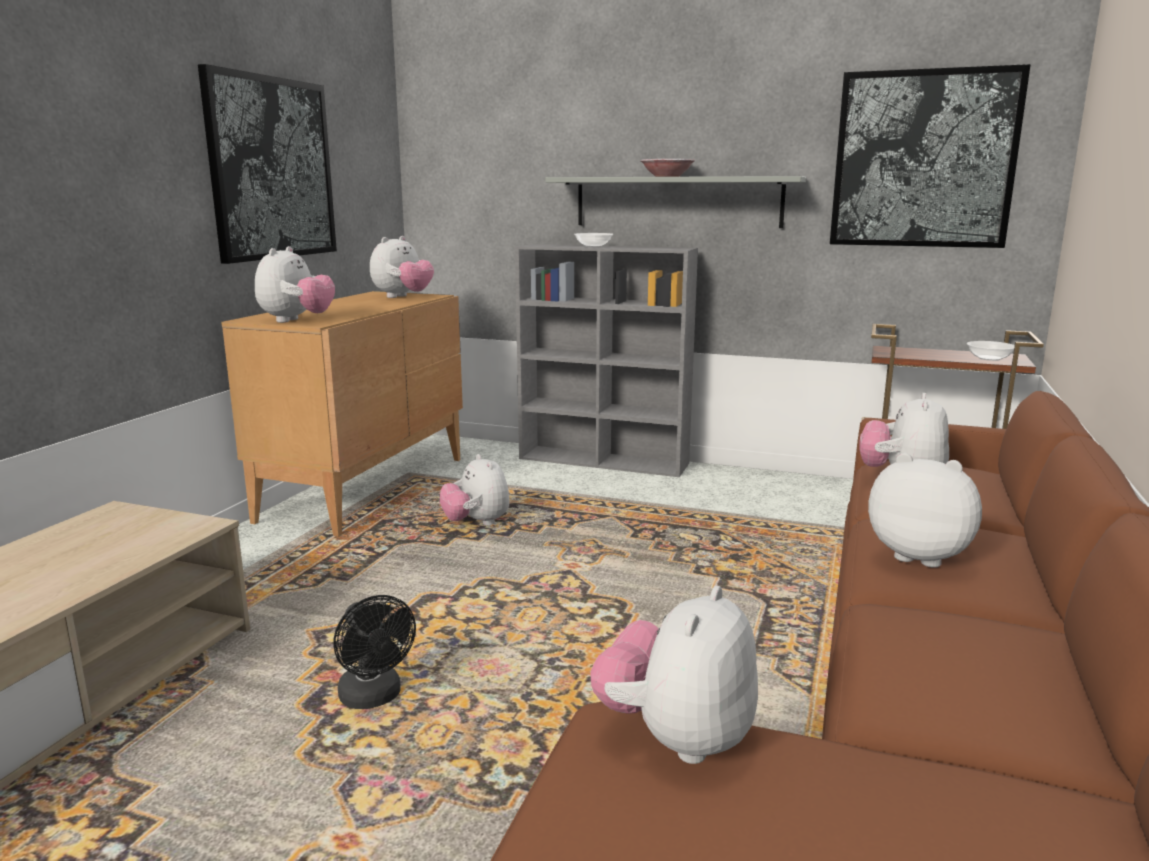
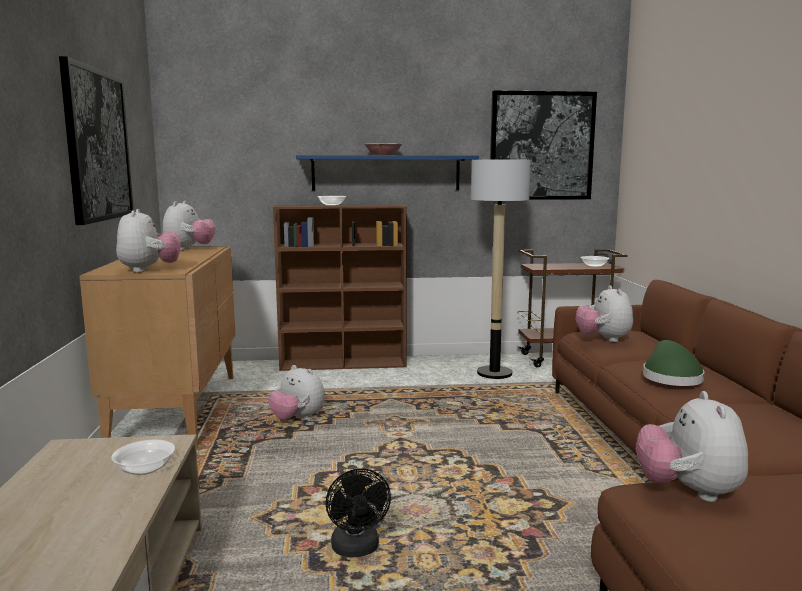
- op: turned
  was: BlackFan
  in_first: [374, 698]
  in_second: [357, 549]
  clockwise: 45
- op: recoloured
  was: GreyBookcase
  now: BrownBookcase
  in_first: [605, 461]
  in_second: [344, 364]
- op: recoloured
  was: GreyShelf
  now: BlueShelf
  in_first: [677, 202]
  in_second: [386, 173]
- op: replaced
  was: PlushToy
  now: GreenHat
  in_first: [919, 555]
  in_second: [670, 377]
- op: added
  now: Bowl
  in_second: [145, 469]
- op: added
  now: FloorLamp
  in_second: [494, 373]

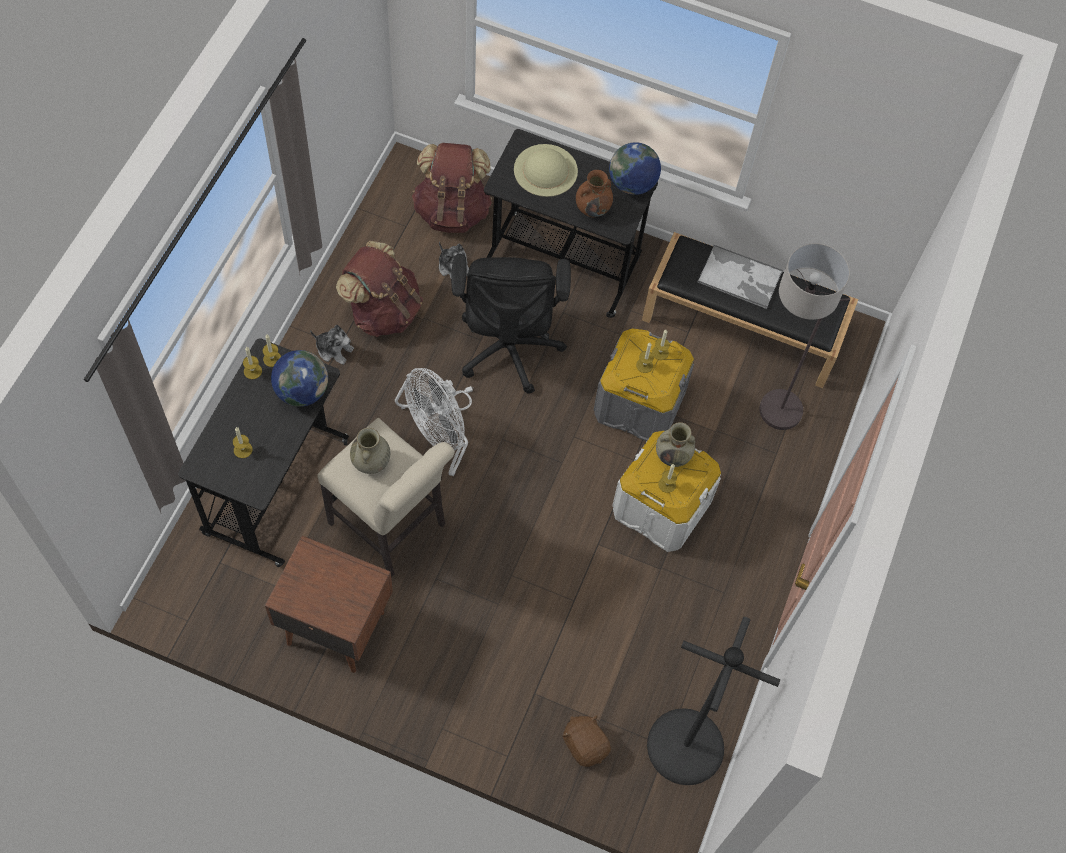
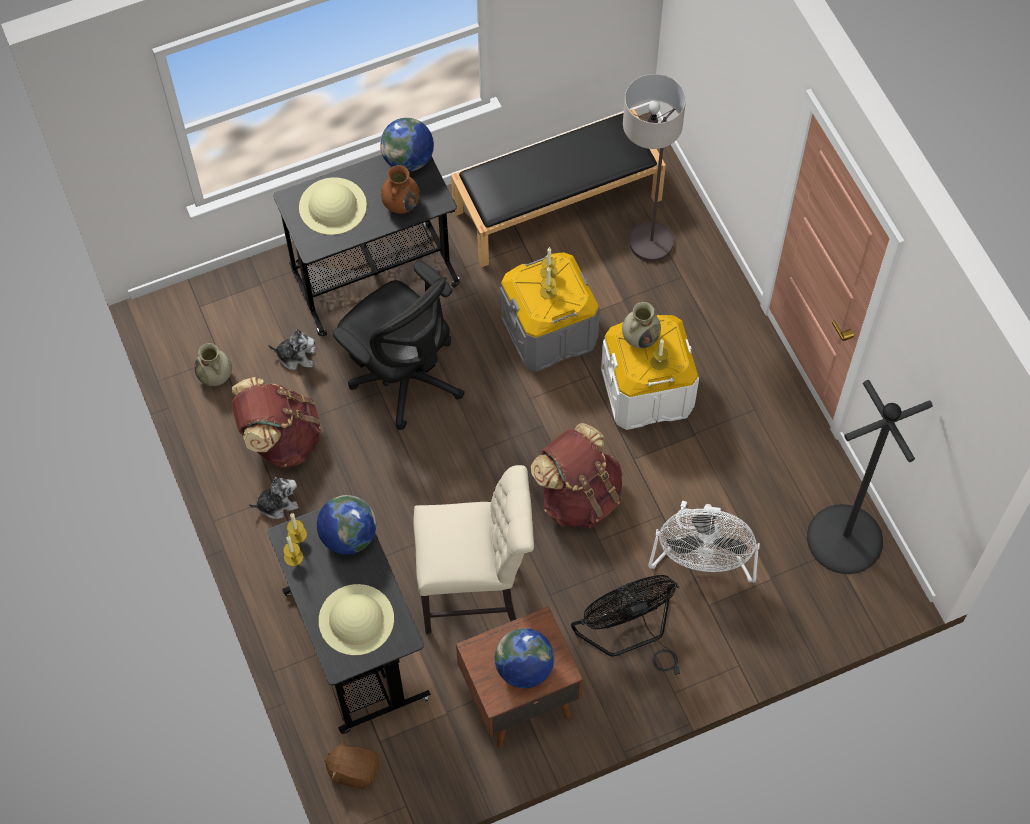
- op: replaced
  was: Candle
  now: BeigeHat
  in_first: [243, 449]
  in_second: [356, 619]
- op: moved
  was: BeigeVase
  in_first: [371, 462]
  in_second: [216, 376]
- op: moved
  was: WhiteFan
  in_first: [441, 428]
  in_second: [699, 554]
- op: moved
  was: BrownBackpack
  in_first: [452, 210]
  in_second: [579, 496]
- op: moved
  was: BrownPlushToy
  in_first: [585, 744]
  in_second: [353, 770]
- op: removed
  was: Tray
  in_first: [740, 277]
- op: added
  now: Globe
  in_second: [524, 668]
- op: added
  now: BlackFan
  in_second: [634, 633]

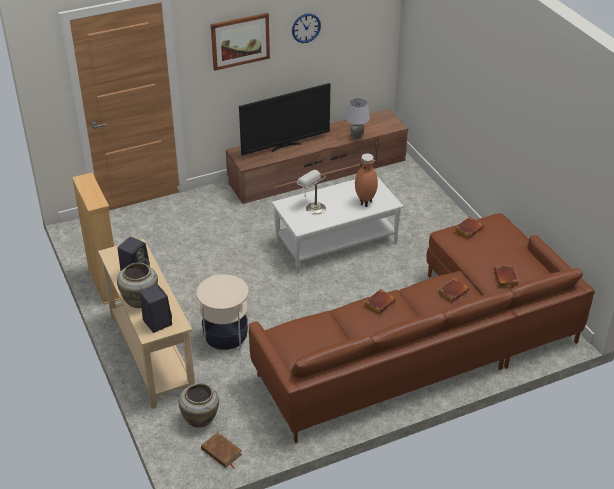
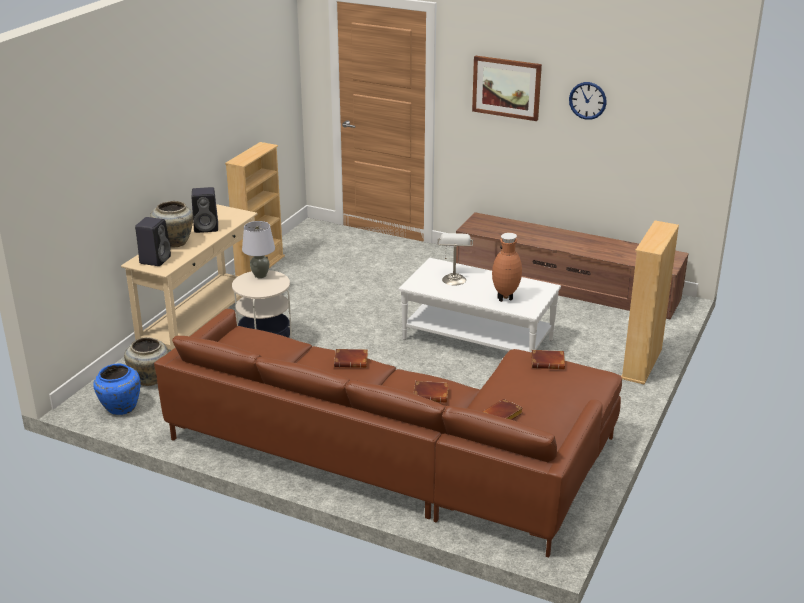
- op: replaced
  was: BrownBook
  now: BlueVase
  in_first: [221, 452]
  in_second: [120, 407]
- op: removed
  was: Television
  in_first: [285, 146]
- op: moved
  was: GreyTableLamp
  in_first: [356, 137]
  in_second: [260, 275]
- op: added
  now: BeigeBookcase
  in_second: [641, 364]

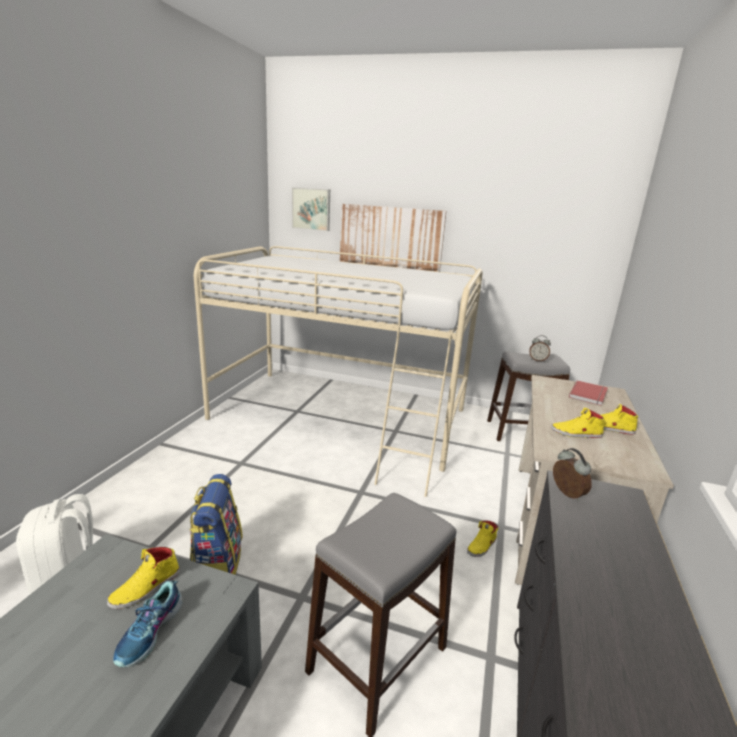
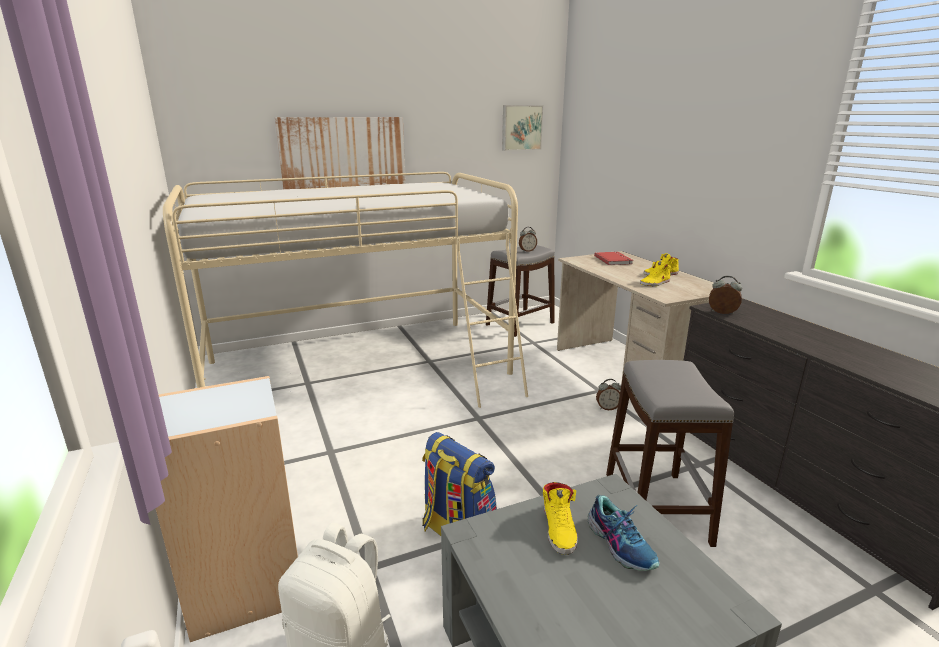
- op: moved
  was: Picture
  in_first: [311, 209]
  in_second: [521, 127]
- op: replaced
  was: YellowShoe
  now: AlarmClock
  in_first: [482, 546]
  in_second: [607, 408]
- op: added
  now: Bookcase
  in_second: [245, 588]

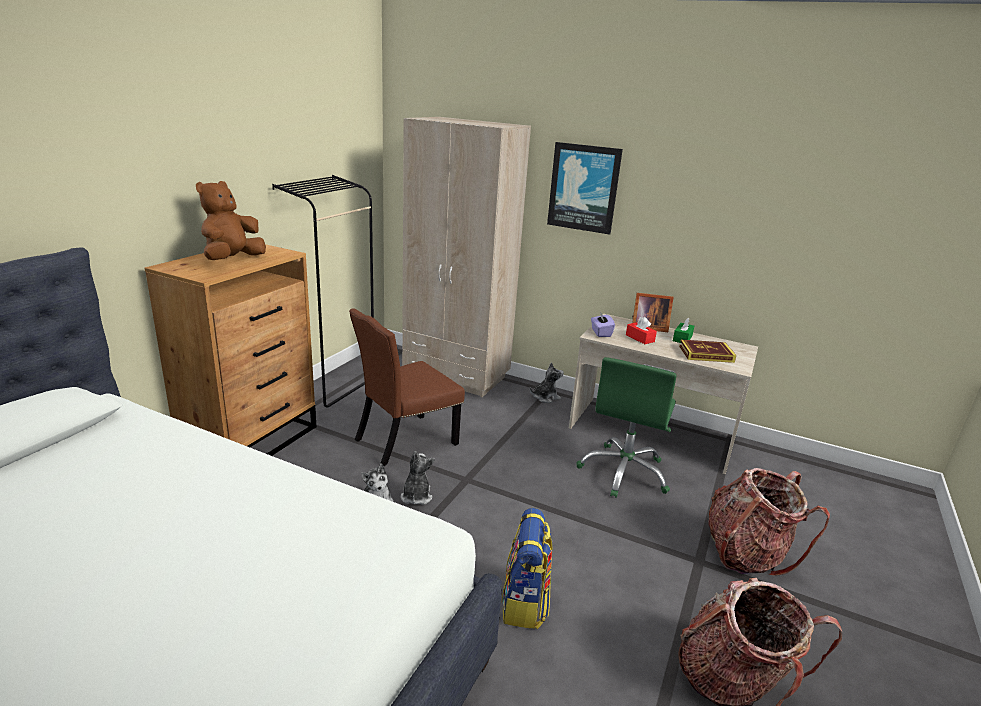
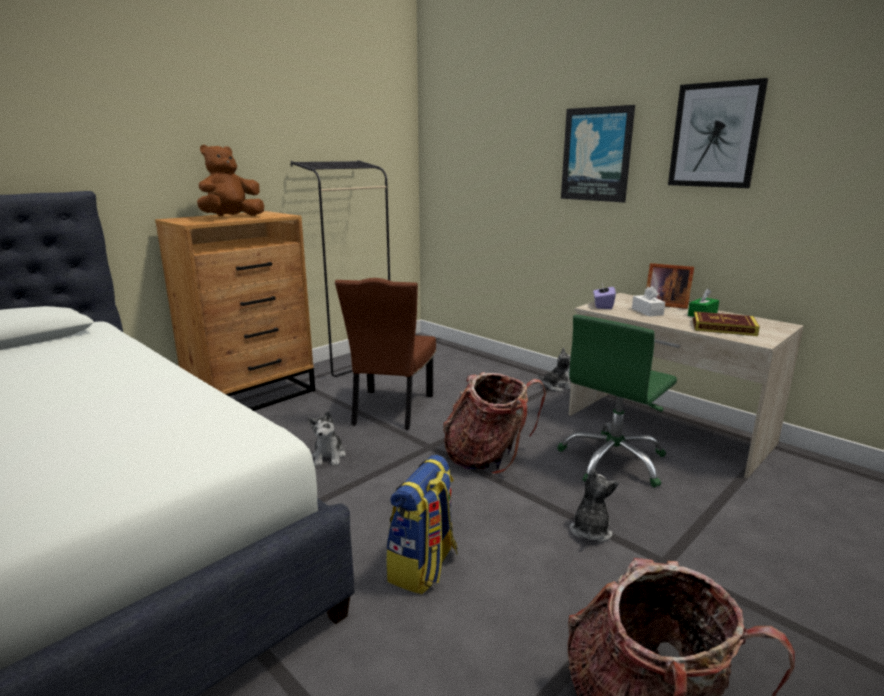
- op: turned
  was: BrownChair
  in_first: [407, 440]
  in_second: [391, 408]
  clockwise: -60
- op: moved
  was: PlushToy
  in_first: [416, 496]
  in_second: [590, 530]
- op: removed
  was: BeigeWardrobe
  in_first: [457, 376]
- op: recoloured
  was: RedTissueBox
  now: WhiteTissueBox
  in_first: [640, 338]
  in_second: [647, 312]
- op: moved
  was: Backpack
  in_first: [746, 553]
  in_second: [488, 457]
- op: added
  now: Picture
  in_second: [715, 135]

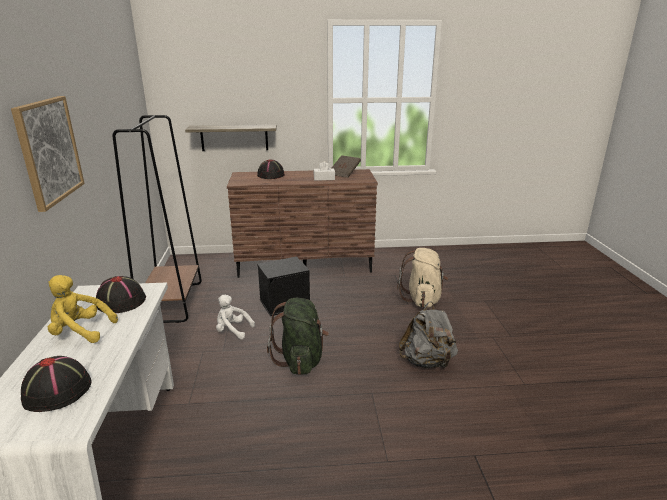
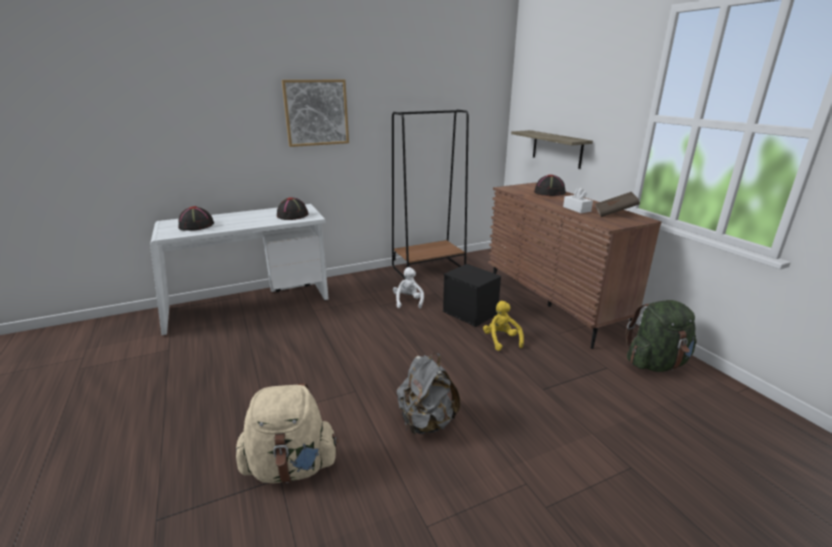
- op: moved
  was: YellowPlushToy
  in_first: [80, 332]
  in_second: [501, 340]
- op: moved
  was: GreenBackpack
  in_first: [300, 360]
  in_second: [655, 363]
- op: moved
  was: BeigeBackpack
  in_first: [422, 299]
  in_second: [291, 467]

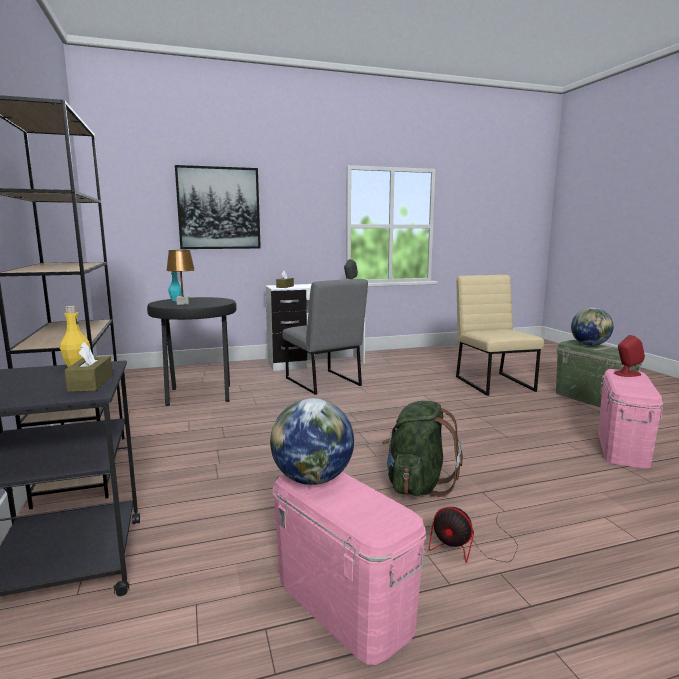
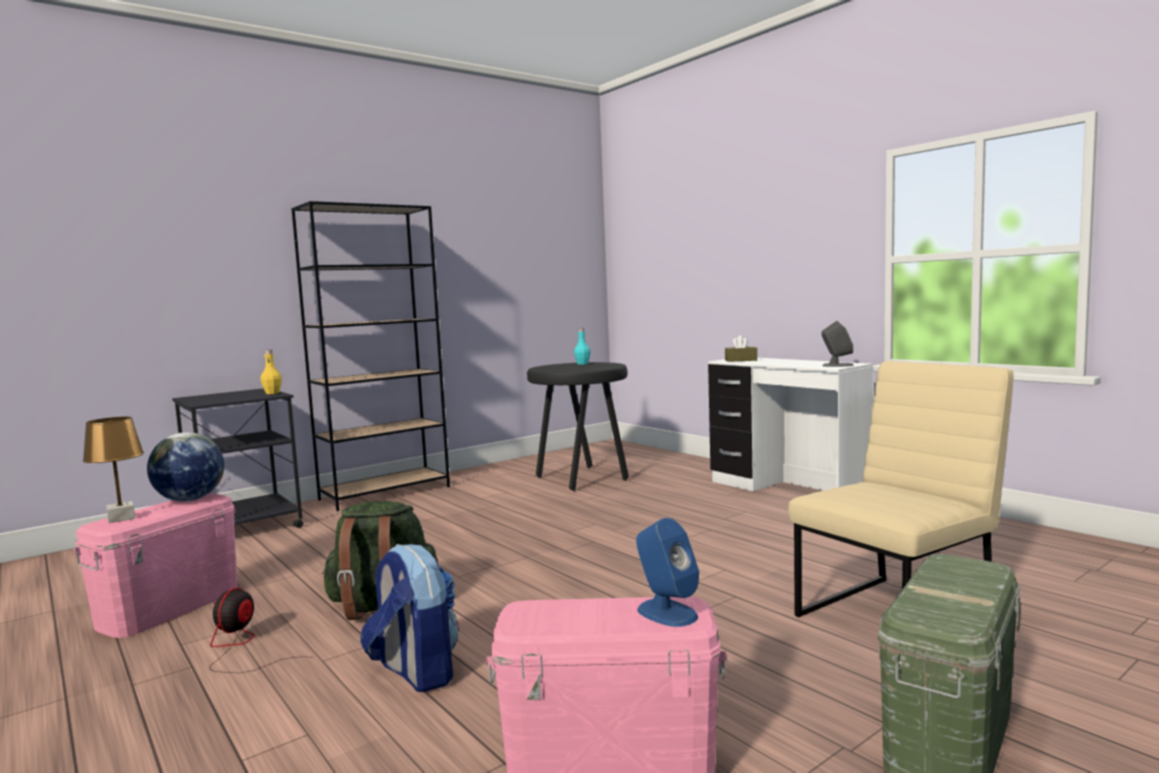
- op: removed
  was: BrownTissueBox
  in_first: [91, 383]
- op: moved
  was: BrownTableLamp
  in_first: [182, 303]
  in_second: [122, 518]
- op: removed
  was: Picture
  in_first: [219, 208]
- op: removed
  was: GreyChair
  in_first: [323, 382]
- op: removed
  was: Globe
  in_first: [590, 345]
- op: recoloured
  was: RedSpeaker
  now: BlueSpeaker
  in_first: [627, 374]
  in_second: [666, 612]
- op: added
  now: Backpack
  in_second: [415, 672]

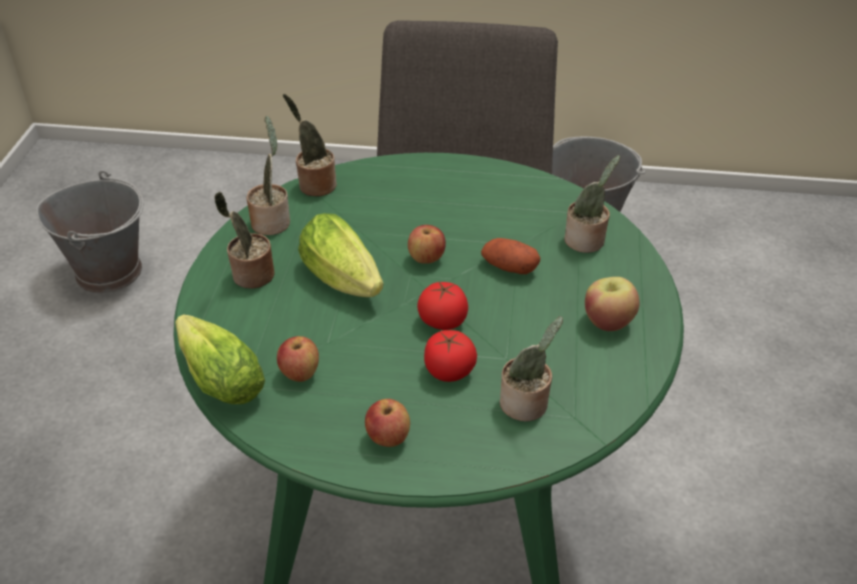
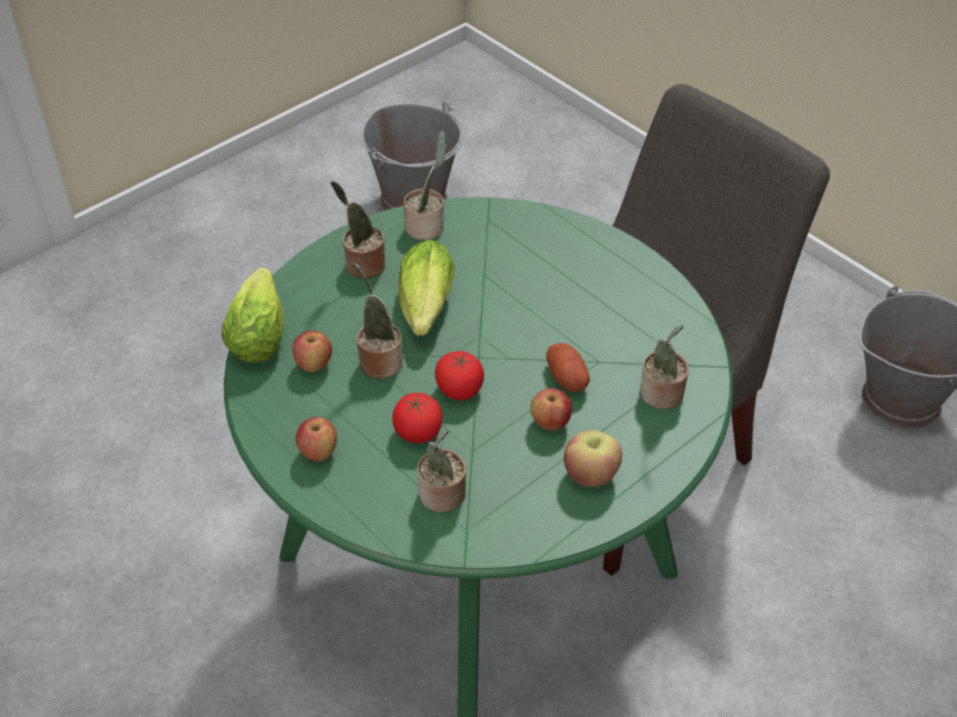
- op: moved
  was: PottedPlant
  in_first: [314, 185]
  in_second: [378, 361]
- op: moved
  was: Apple
  in_first: [426, 258]
  in_second: [550, 422]

